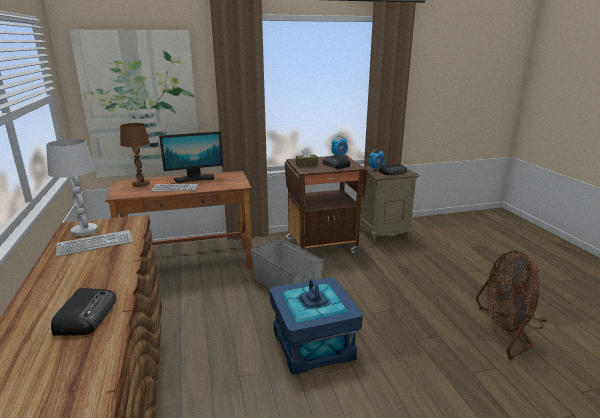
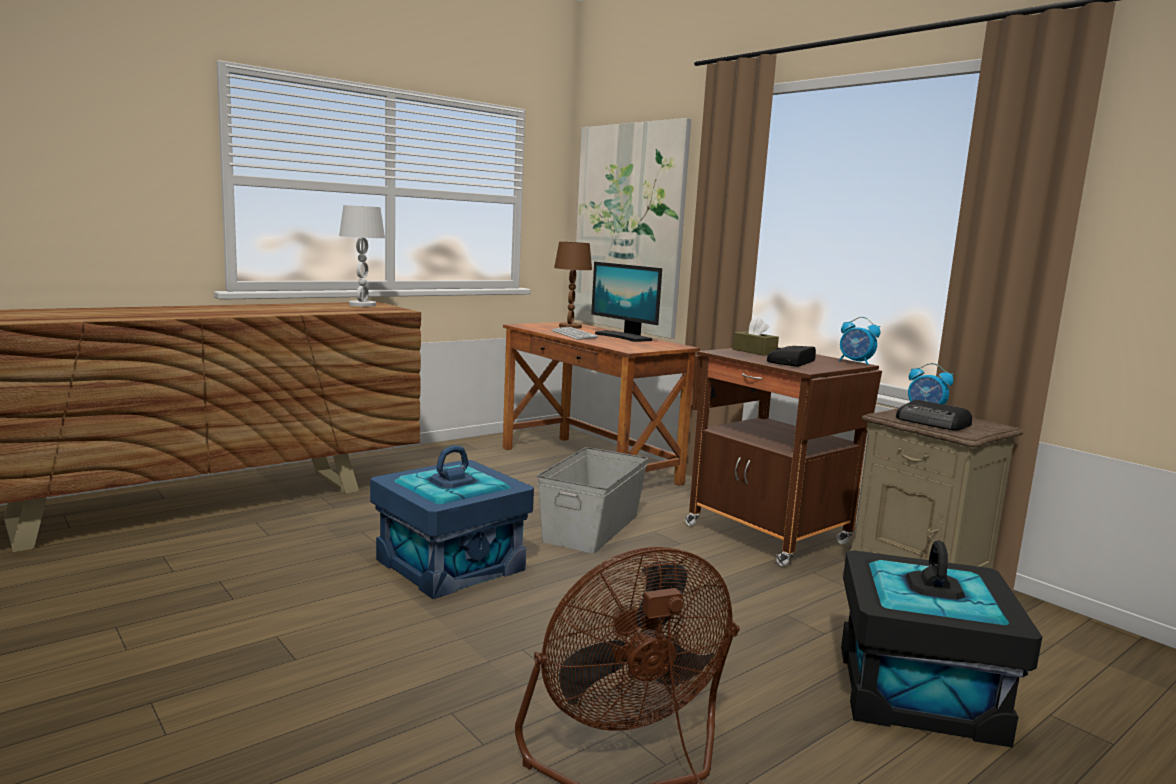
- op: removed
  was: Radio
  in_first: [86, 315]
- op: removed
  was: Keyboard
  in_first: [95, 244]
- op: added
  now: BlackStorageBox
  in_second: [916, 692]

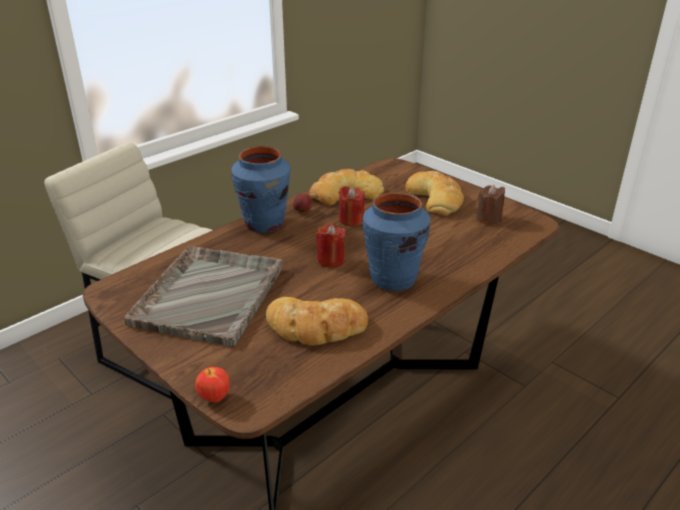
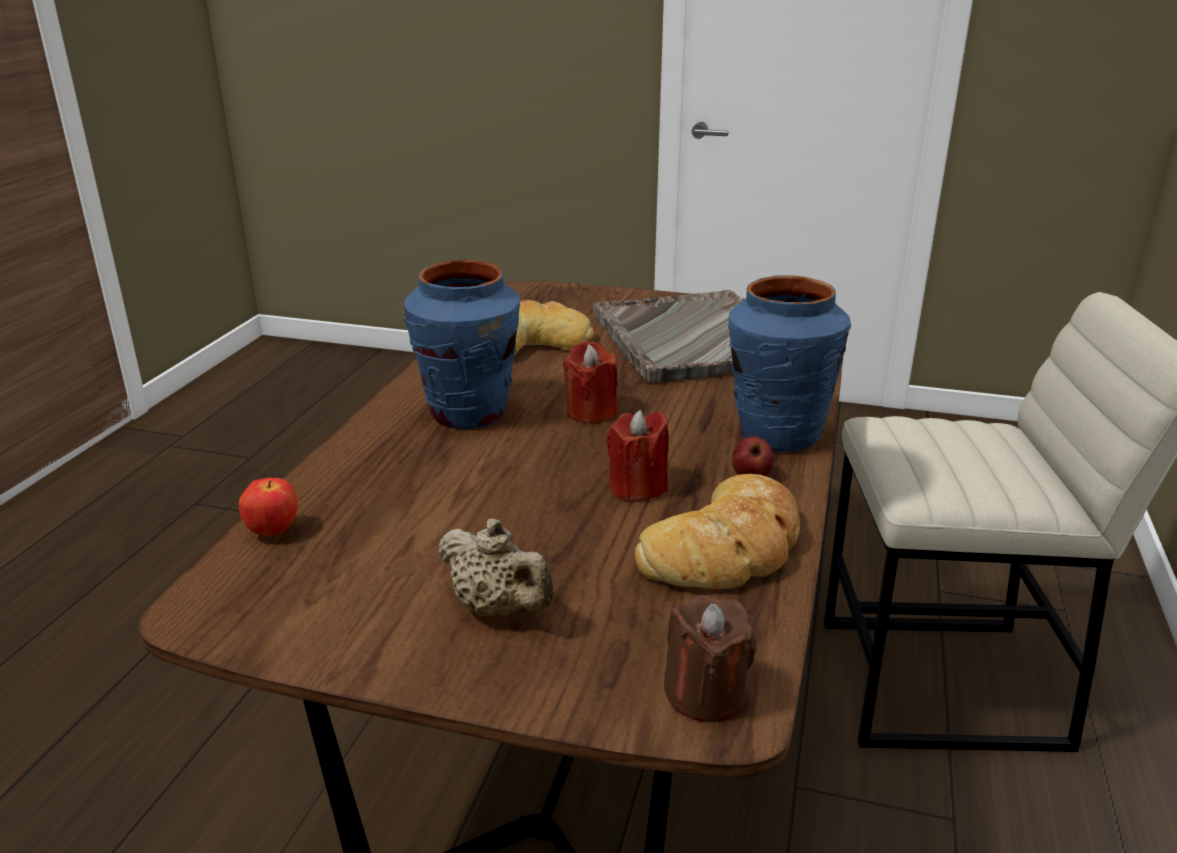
- op: moved
  was: Apple
  in_first: [214, 398]
  in_second: [273, 531]
- op: replaced
  was: Bread
  now: BeigeTeapot
  in_first: [435, 198]
  in_second: [498, 609]
- op: moved
  was: BrownCandle
  in_first: [488, 219]
  in_second: [705, 695]

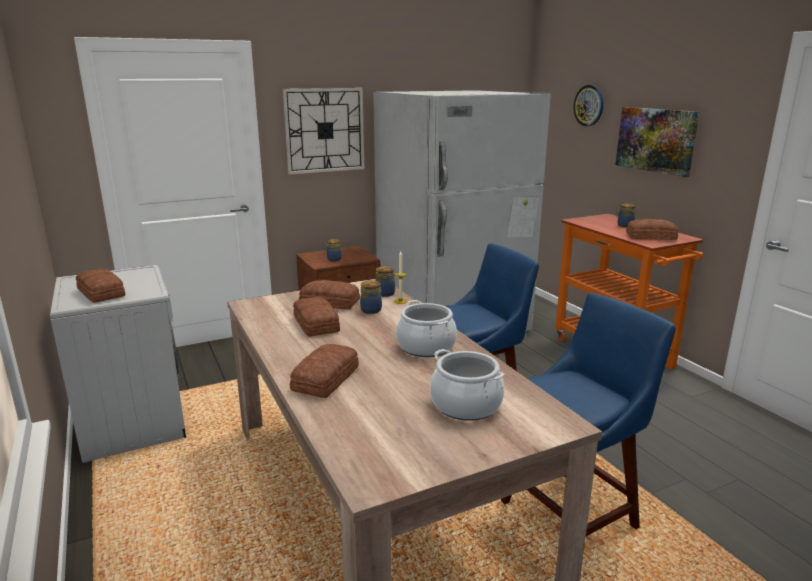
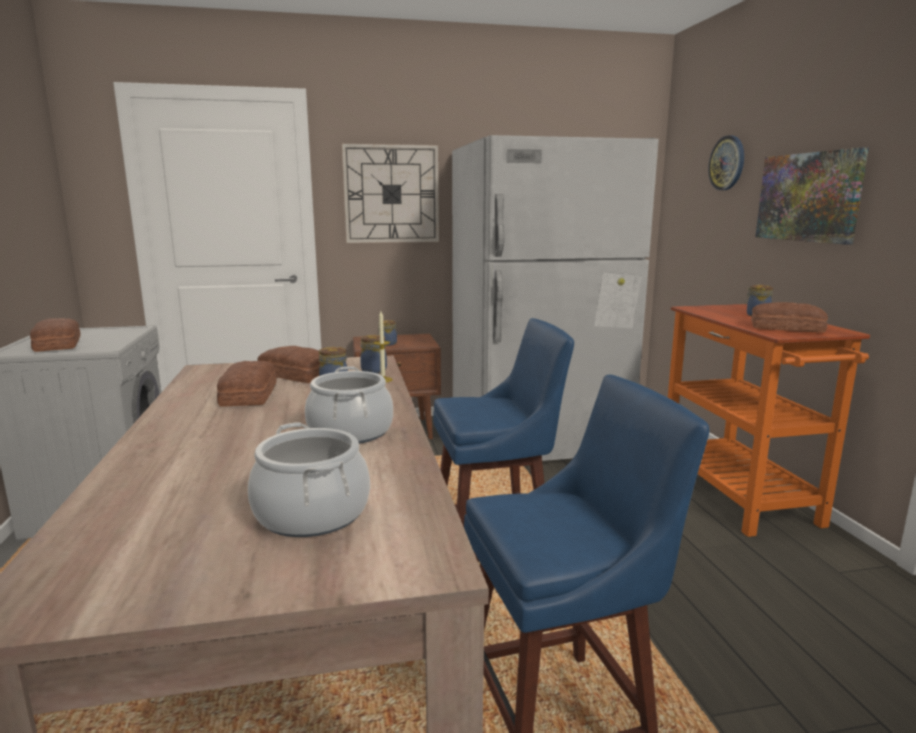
- op: removed
  was: Bread
  in_first: [327, 378]

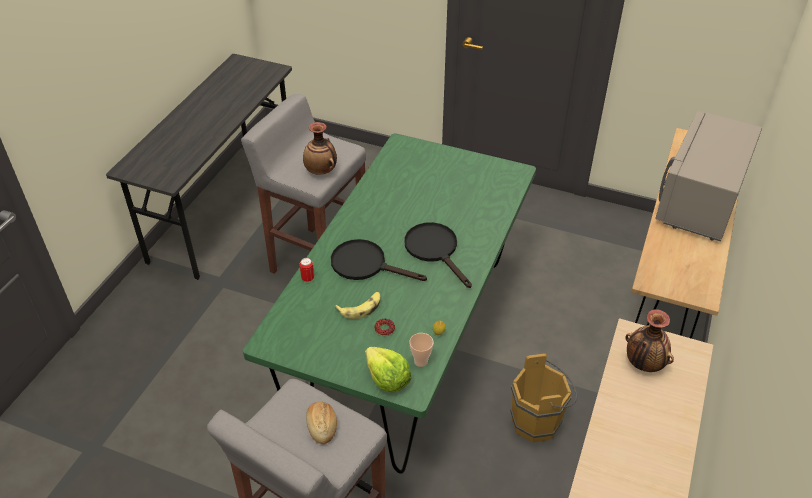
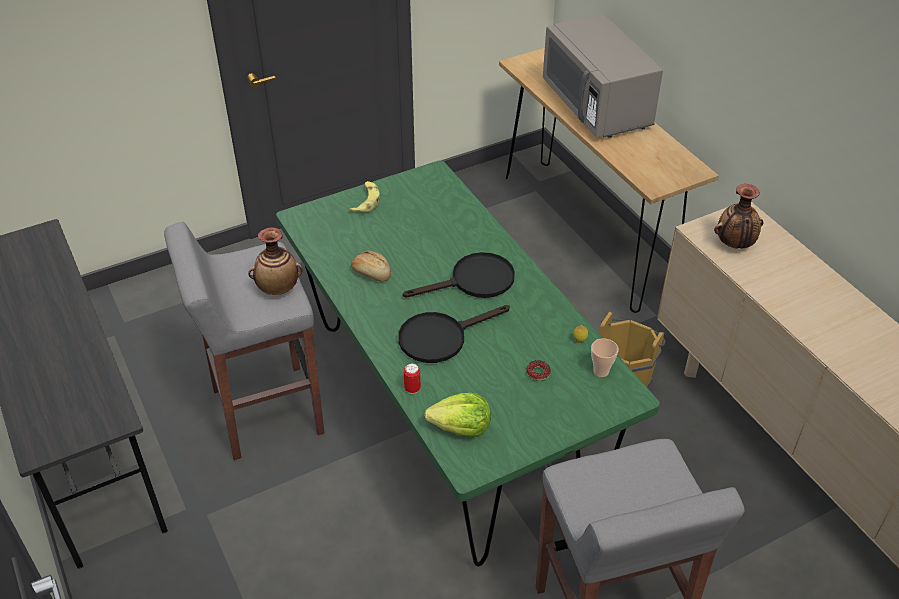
- op: moved
  was: Bread
  in_first: [322, 426]
  in_second: [371, 273]
- op: moved
  was: Banana
  in_first: [361, 308]
  in_second: [366, 201]
- op: moved
  was: Lettuce
  in_first: [387, 379]
  in_second: [461, 428]
- op: turned
  was: BlackFryingPan
  in_first: [435, 250]
  in_second: [474, 281]
  clockwise: 150

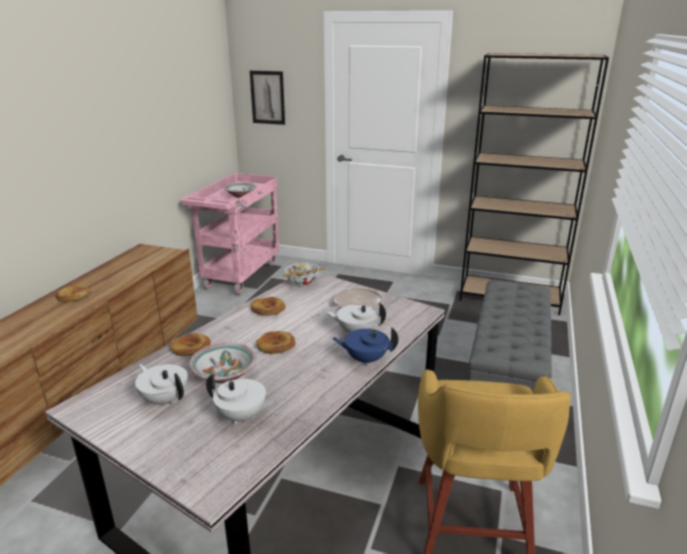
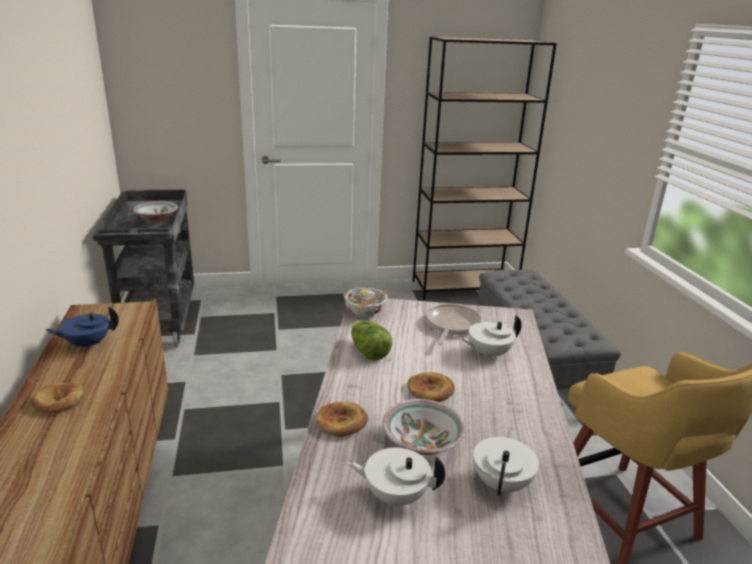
- op: recoloured
  was: PinkCart
  now: BlackCart
  in_first: [240, 278]
  in_second: [160, 325]
- op: turned
  was: WhiteTeapot
  in_first: [242, 416]
  in_second: [502, 483]
  clockwise: -60
- op: removed
  was: Picture
  in_first: [267, 97]
- op: replaced
  was: Bread
  now: Lettuce
  in_first: [268, 309]
  in_second: [368, 351]
- op: moved
  was: BlueTeapot
  in_first: [365, 359]
  in_second: [87, 344]

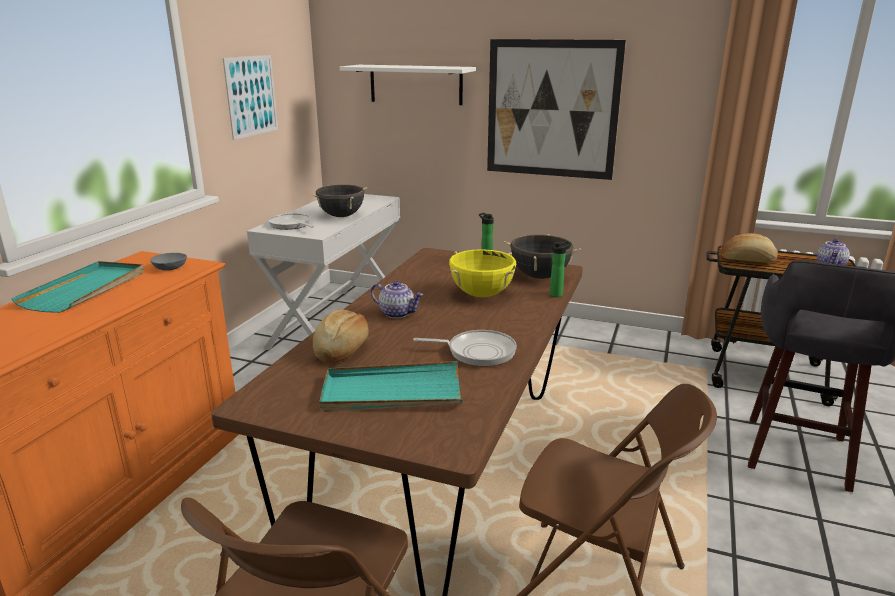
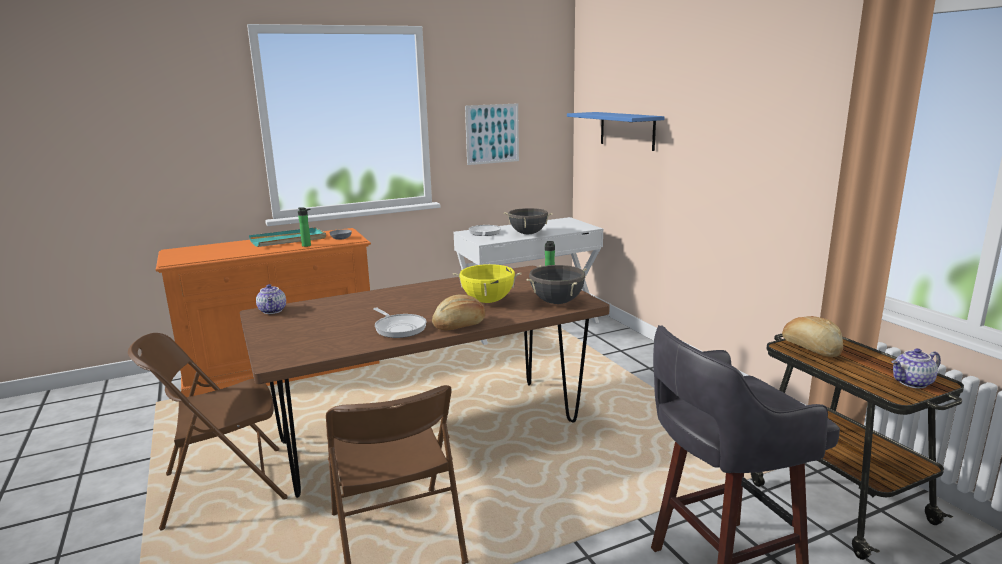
- op: moved
  was: Bread
  in_first: [341, 349]
  in_second: [460, 325]
- op: removed
  was: TurquoiseTray
  in_first: [391, 392]
- op: recoloured
  was: WhiteShelf
  now: BlueShelf
  in_first: [415, 84]
  in_second: [627, 130]
- op: moved
  was: Teapot
  in_first: [398, 313]
  in_second: [273, 311]
- op: removed
  was: Picture
  in_first: [551, 109]
- op: moved
  was: Bottle
  in_first: [558, 294]
  in_second: [307, 245]

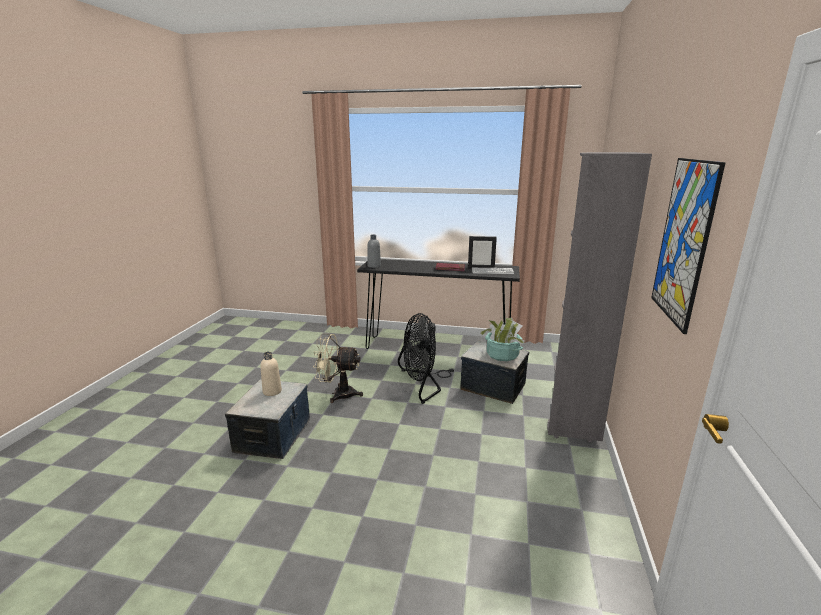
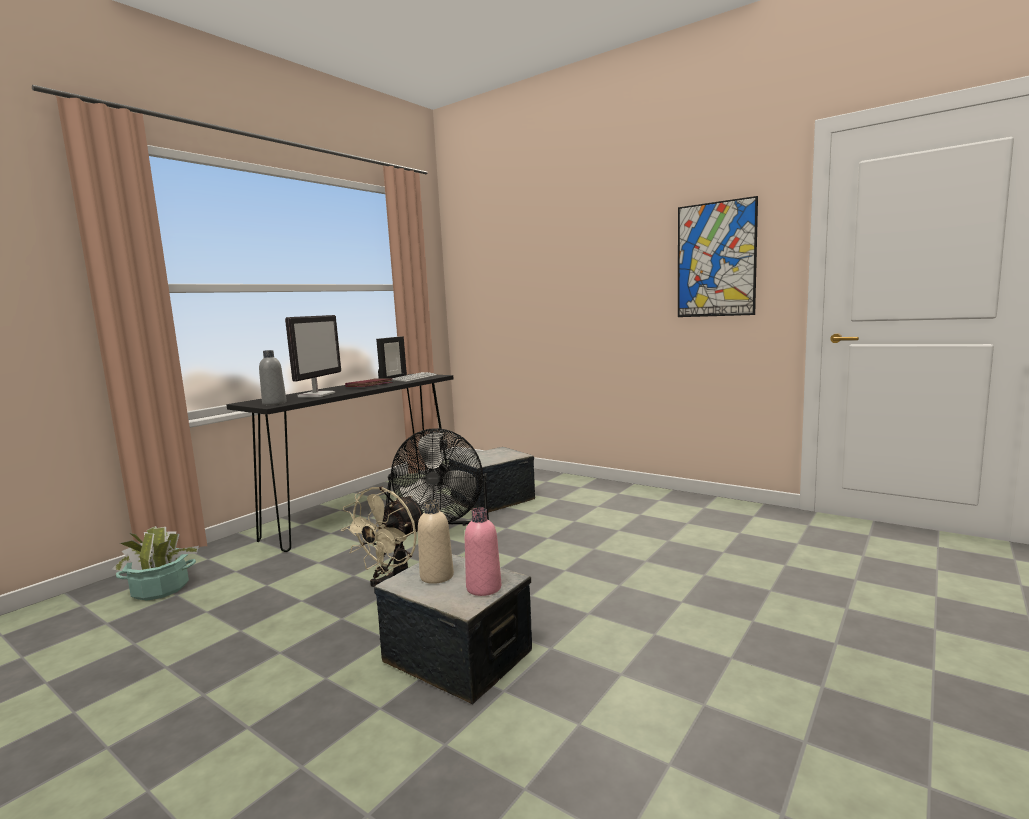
- op: moved
  was: PottedPlant
  in_first: [502, 355]
  in_second: [160, 589]
- op: removed
  was: GreyBookcase
  in_first: [573, 430]
- op: added
  now: Monitor
  in_second: [317, 395]
- op: added
  now: PinkBottle
  in_second: [484, 588]

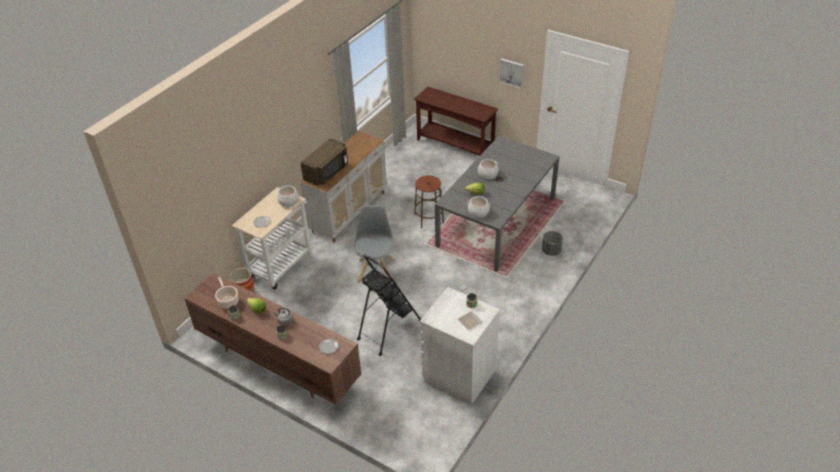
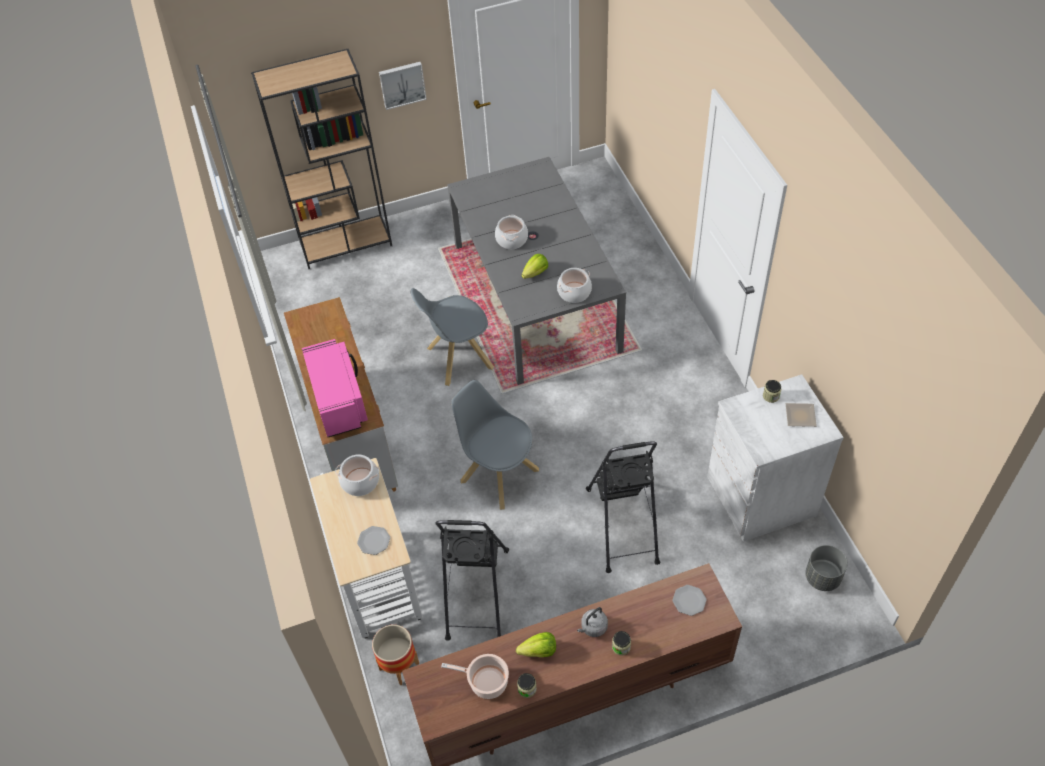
- op: recoloured
  was: BrownMicrowave
  now: PinkMicrowave
  in_first: [327, 172]
  in_second: [339, 400]
- op: replaced
  was: BrownConsoleTable
  now: Bookcase
  in_first: [455, 145]
  in_second: [346, 244]
- op: replaced
  was: BrownStool
  now: GreyChair
  in_first: [429, 218]
  in_second: [457, 358]
- op: moved
  was: GreyPlanter
  in_first: [551, 251]
  in_second: [822, 577]
- op: added
  now: StepLadder
  in_second: [477, 594]

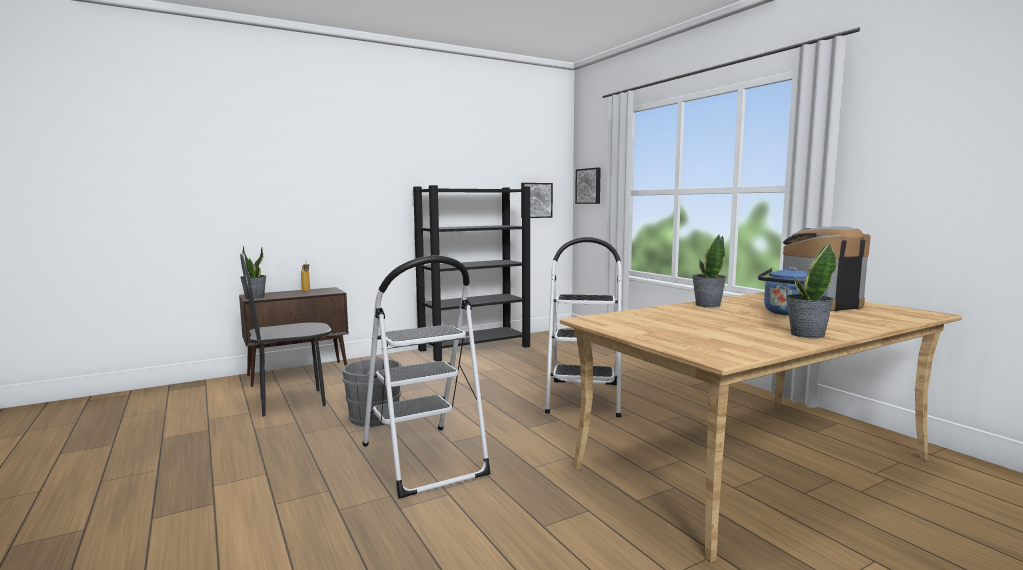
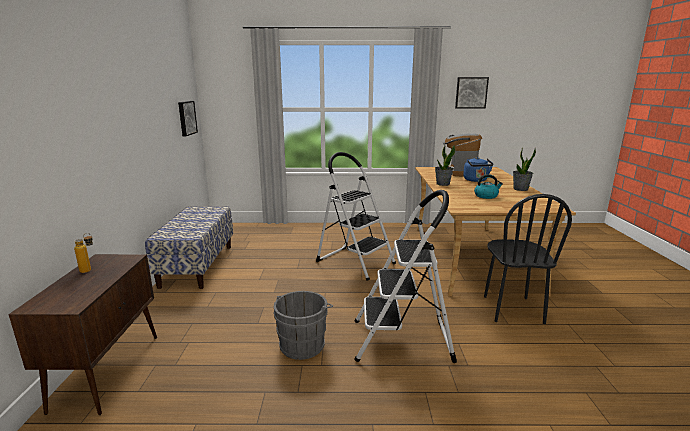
- op: removed
  was: PottedPlant
  in_first: [254, 297]
- op: moved
  was: BlackChair
  in_first: [292, 402]
  in_second: [512, 309]
- op: replaced
  was: BlackBookcase
  now: Bench
  in_first: [475, 348]
  in_second: [197, 265]
- op: moved
  was: Picture
  in_first: [589, 186]
  in_second: [471, 92]
- op: added
  now: Kettle
  in_second: [486, 196]

